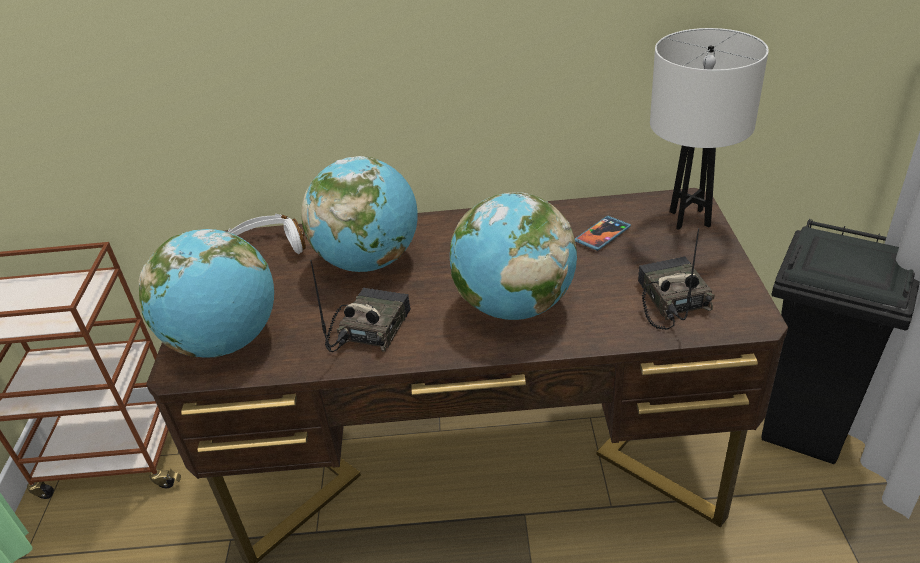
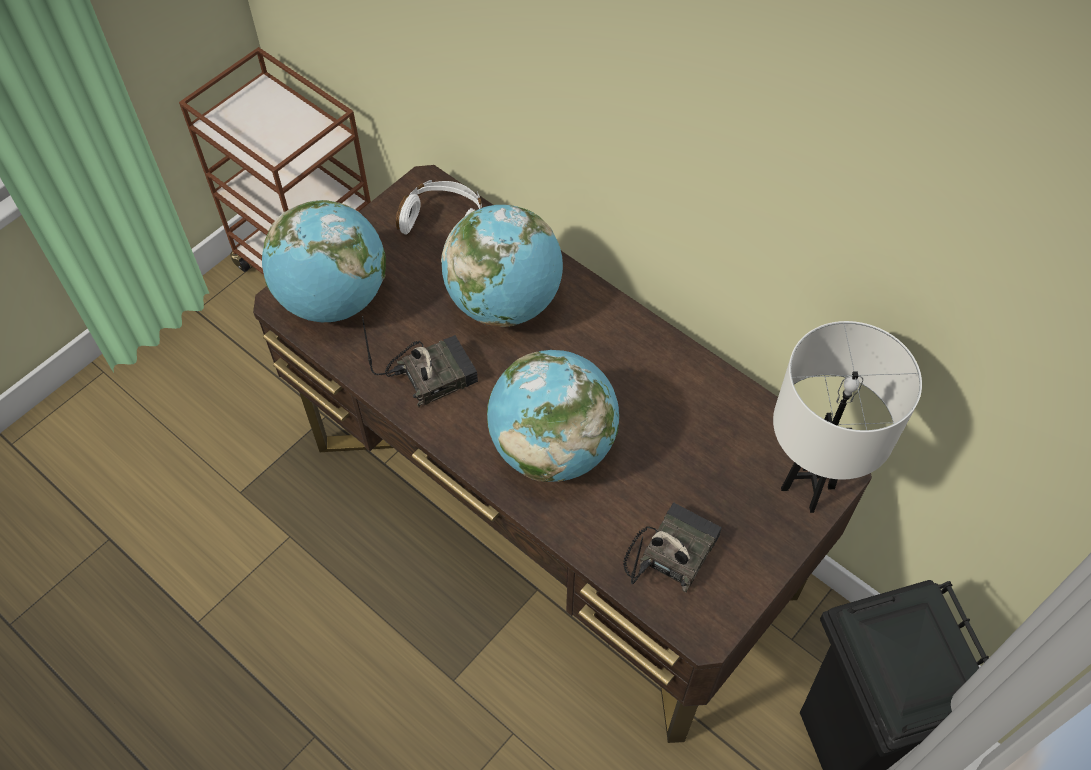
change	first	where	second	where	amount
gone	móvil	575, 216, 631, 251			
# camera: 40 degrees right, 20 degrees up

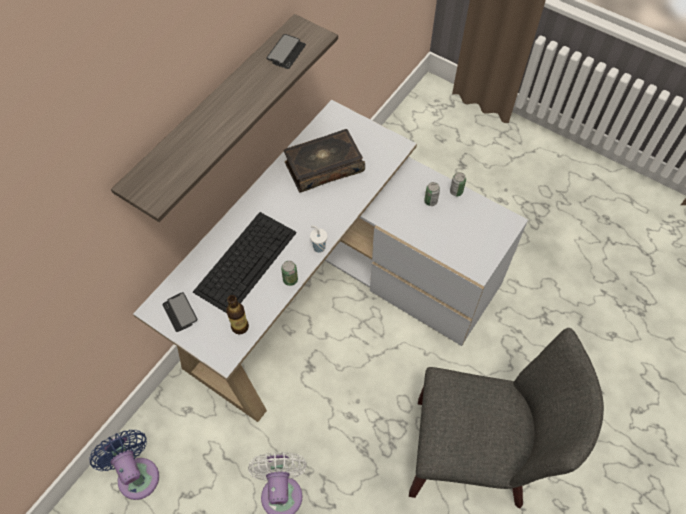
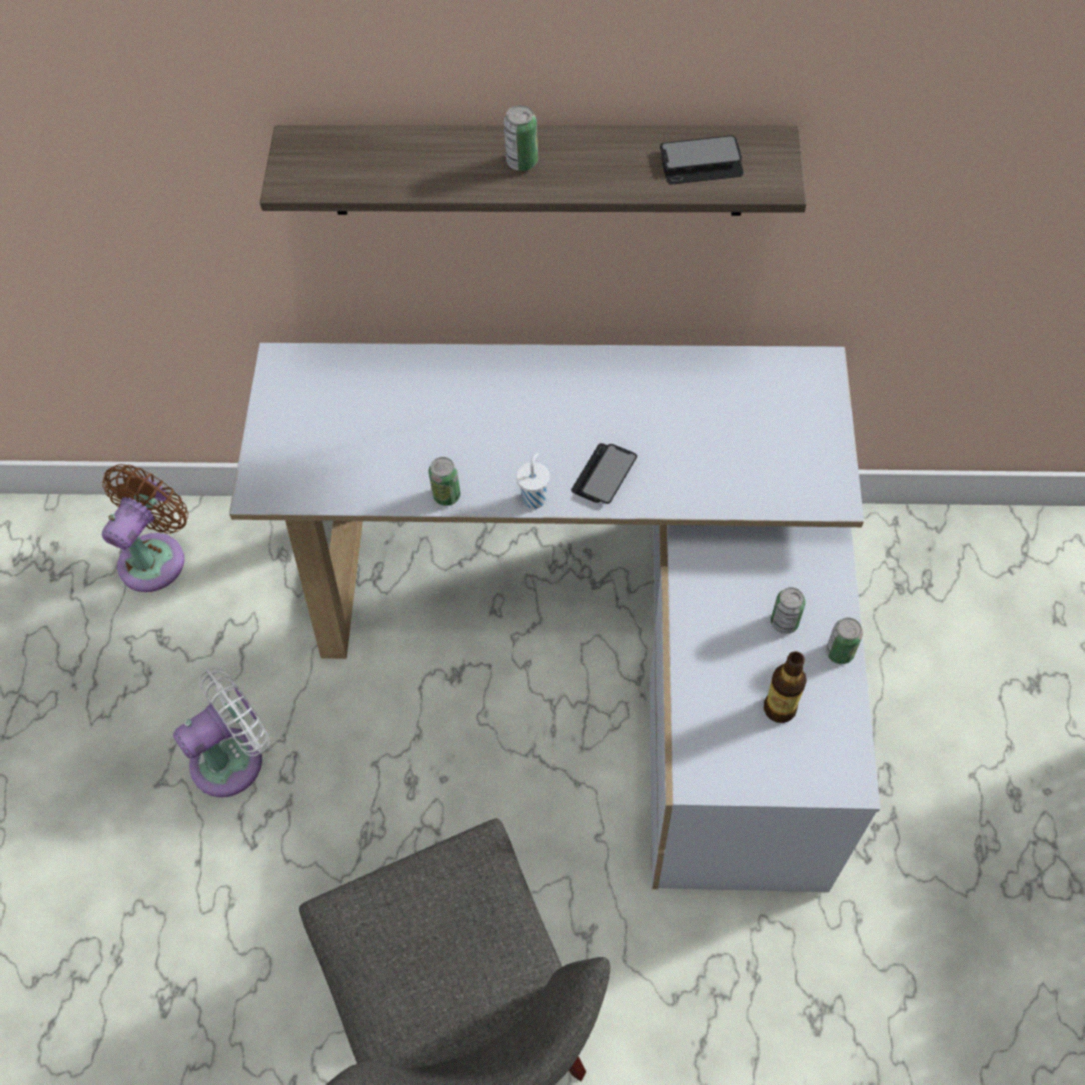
change	first	where	second	where	amount
gone	teclado	193, 212, 297, 313			
gone	libro	284, 129, 365, 193			
new			lata	504, 105, 538, 171	
shifted	móvil	163, 292, 197, 332		571, 443, 637, 504	
shifted	botella	226, 295, 249, 334		764, 651, 807, 723	
repainted	ventilador/azul	89, 430, 159, 500	ventilador/marrón	102, 464, 188, 592	
# camera: 60 degrees right, 0 degrees up

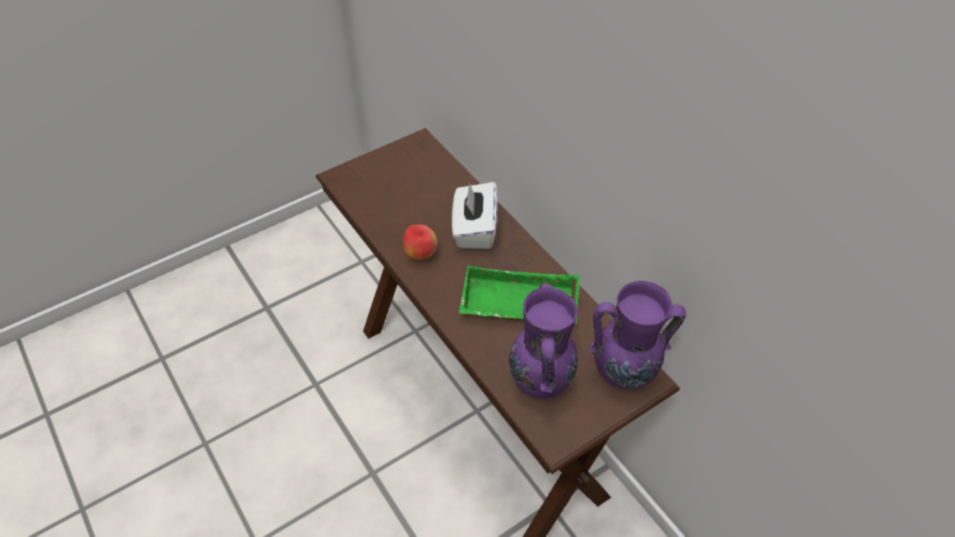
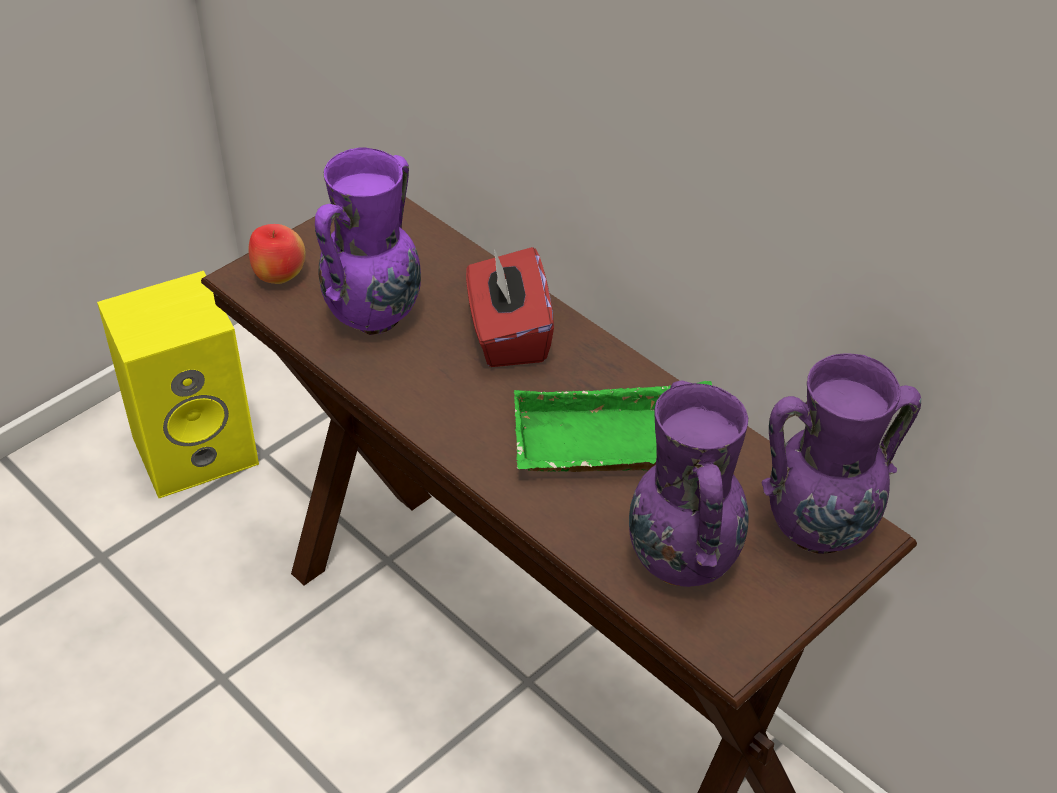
change	first	where	second	where	amount
new			altavoz/amarillo	97, 271, 259, 498	
new			florero/morado	315, 147, 421, 335	
shifted	manzana	403, 224, 437, 260		249, 224, 306, 284	
repainted	caja de pañuelos/blanco	452, 182, 497, 249	caja de pañuelos/rojo	466, 247, 554, 367	
# camera: 10 degrees left, 5 degrees down

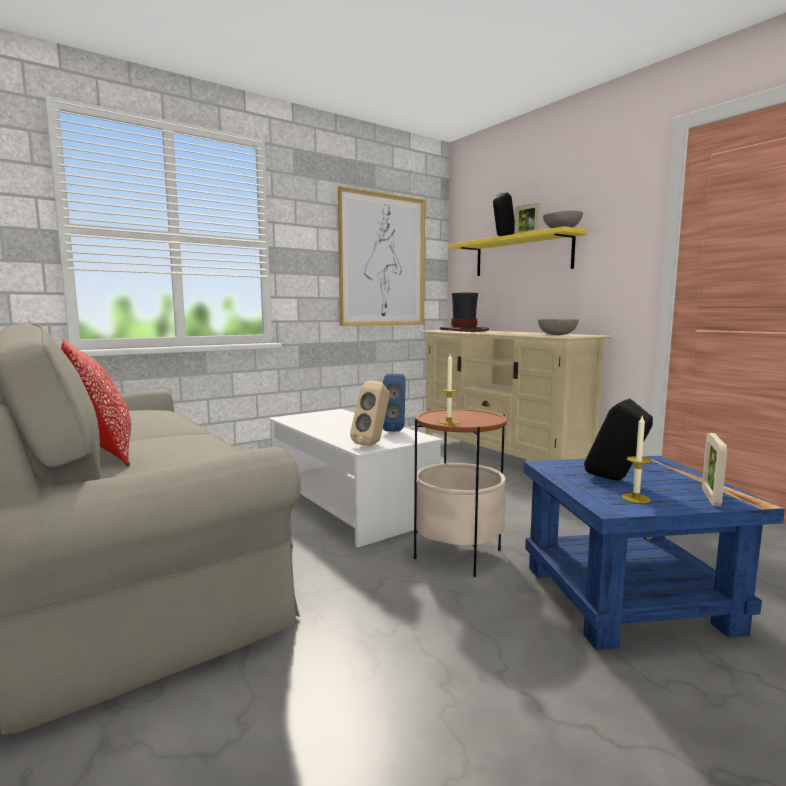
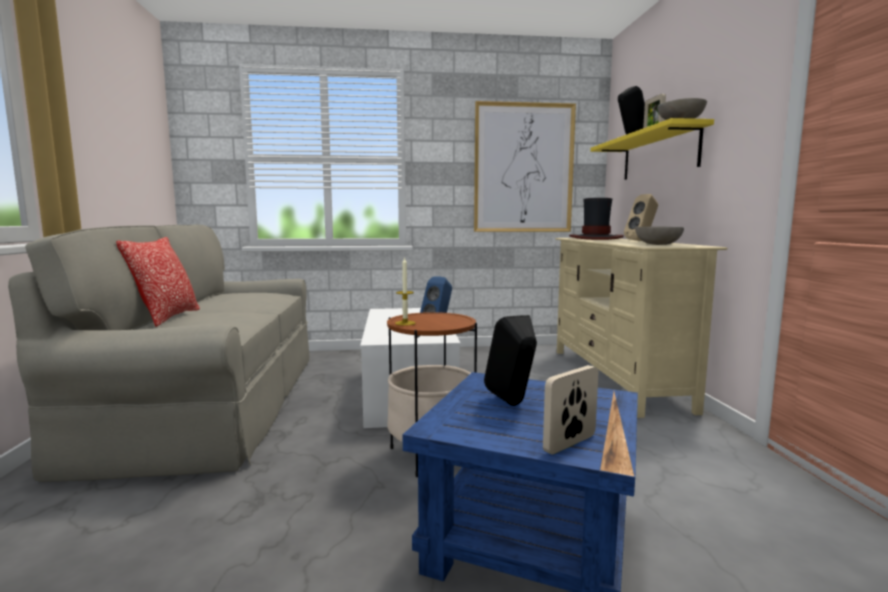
change	first	where	second	where	amount
gone	vela	622, 416, 651, 503			
shifted	altavoz/beis	350, 381, 390, 446		624, 194, 658, 241	
# camera: 30 degrees right, 0 degrees up

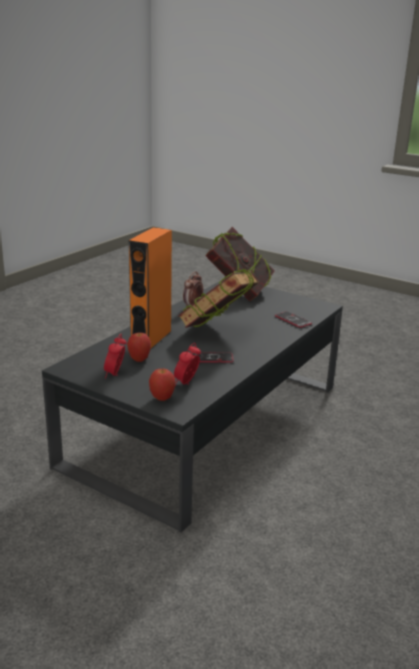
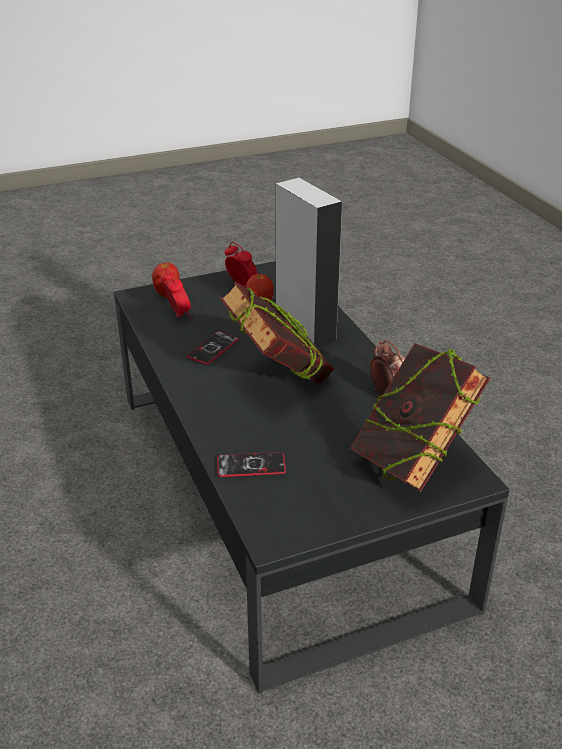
change	first	where	second	where	amount
repainted	altavoz/naranja	128, 227, 172, 350	altavoz/gris	275, 178, 342, 348	
# camera: 125 degrees right, 10 degrees up

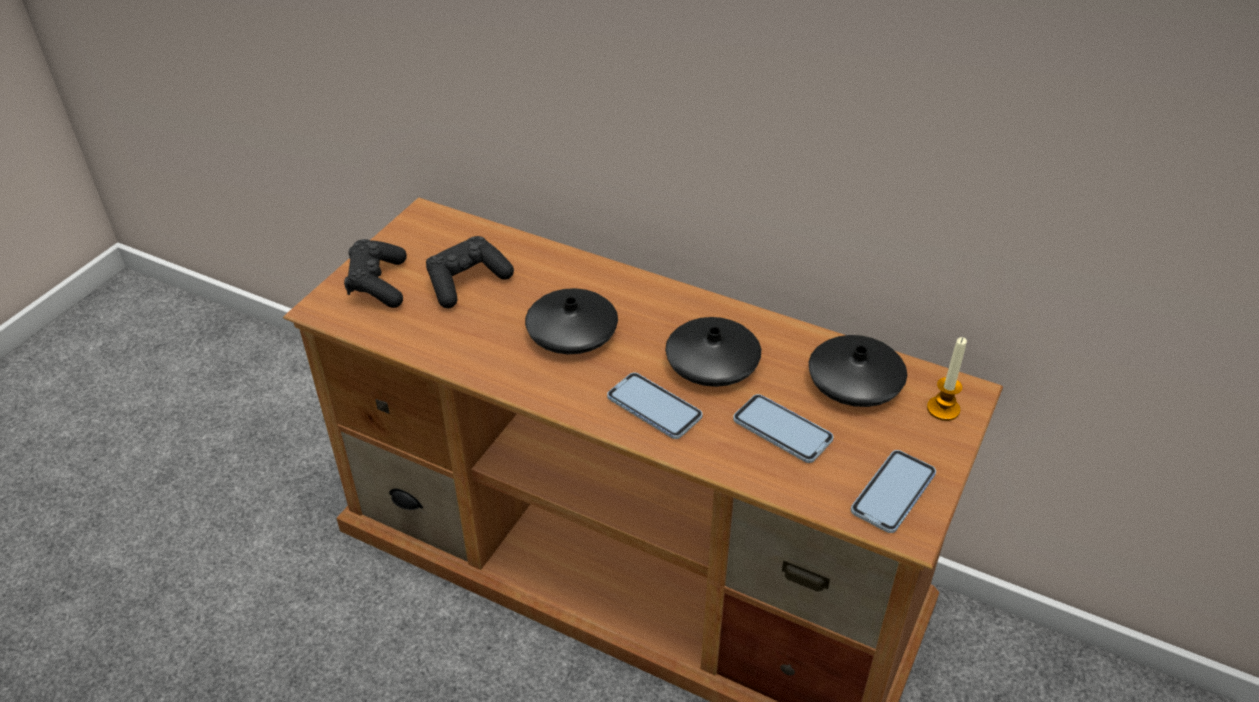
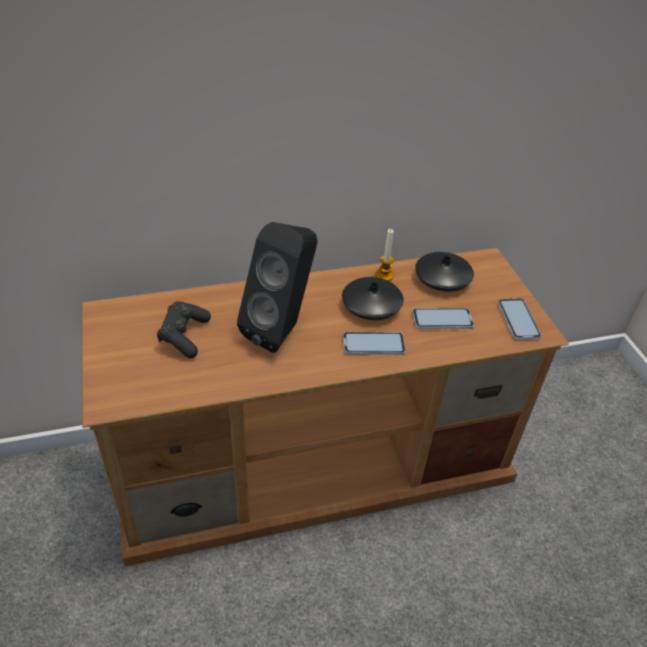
change	first	where	second	where	amount
gone	mando de consola/negro	344, 239, 407, 308			
shifted	vela	927, 337, 967, 421		375, 229, 394, 281	
swapped	florero/negro	525, 288, 618, 354	altavoz/negro	237, 222, 318, 353	
# camera: 45 degrees left, 0 degrees up

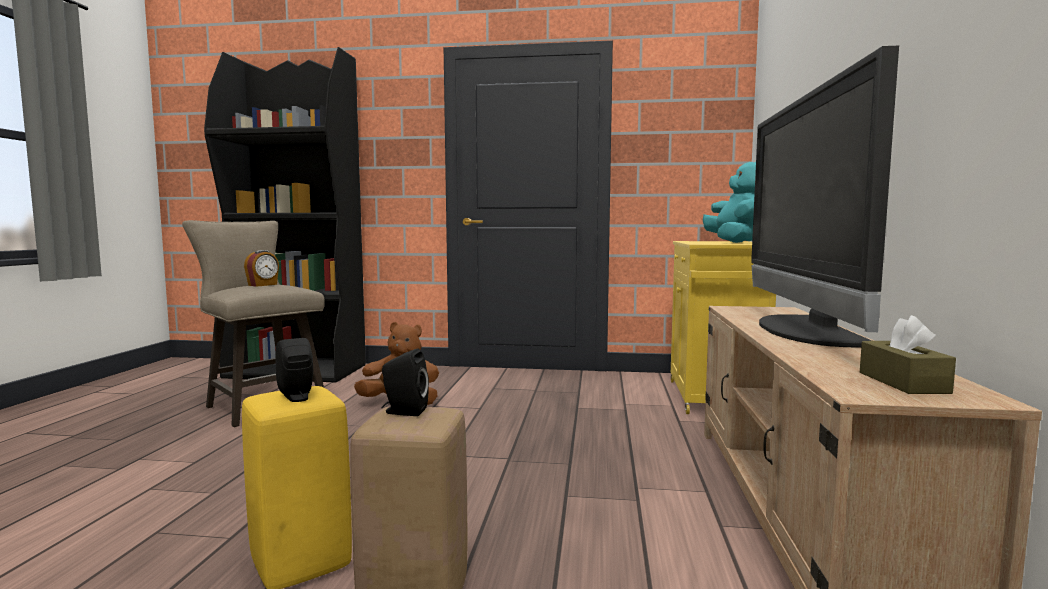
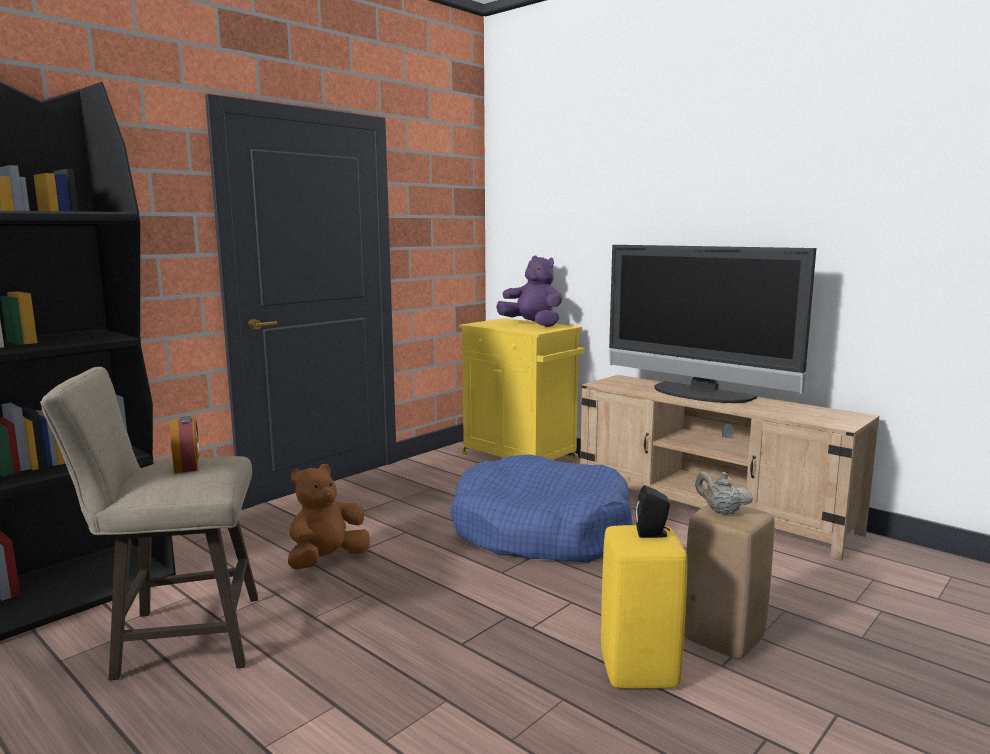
change	first	where	second	where	amount
gone	caja de pañuelos/marrón	860, 315, 956, 394			
new			cama para perro/azul	451, 454, 633, 563	
swapped	altavoz/negro	381, 348, 429, 416	tetera/beis	695, 472, 753, 515	
repainted	peluche/turquesa	703, 162, 756, 243	peluche/morado	496, 256, 563, 327	
# camera: 55 degrees left, 5 degrees up

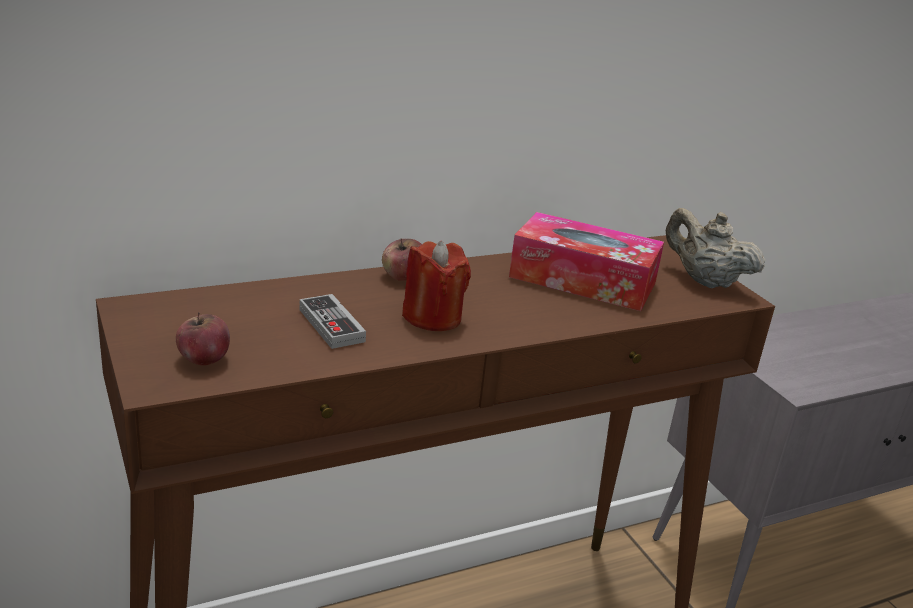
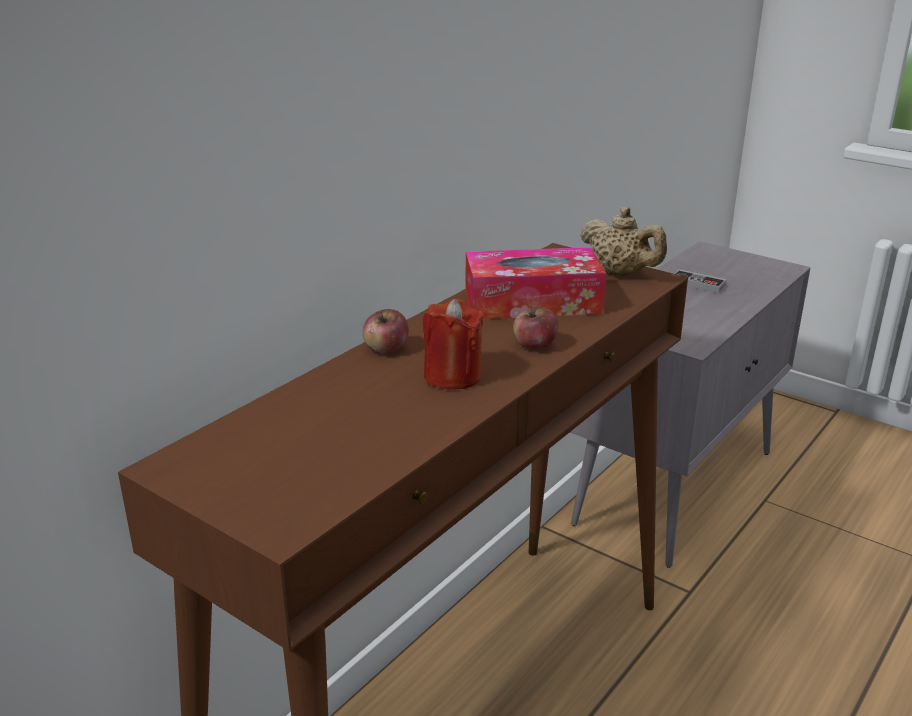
change	first	where	second	where	amount
shifted	manzana	176, 312, 230, 365		513, 306, 558, 349	
shifted	mando de consola	299, 294, 366, 349		674, 269, 727, 294	
rotated	tetera/beis	666, 208, 766, 288		580, 207, 667, 276	150 degrees counterclockwise
# camera: 25 degrees left, 0 degrees up

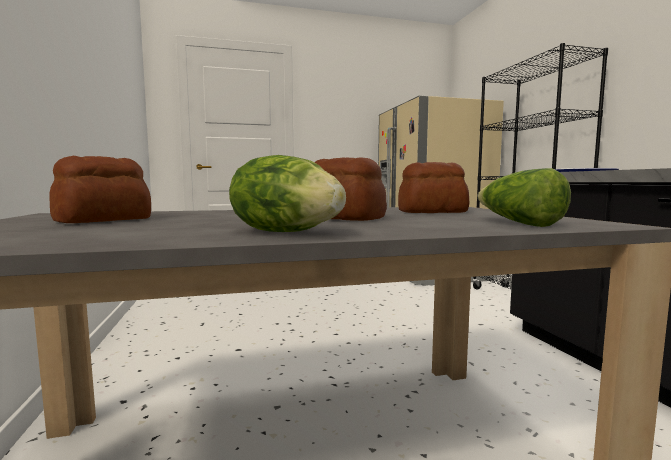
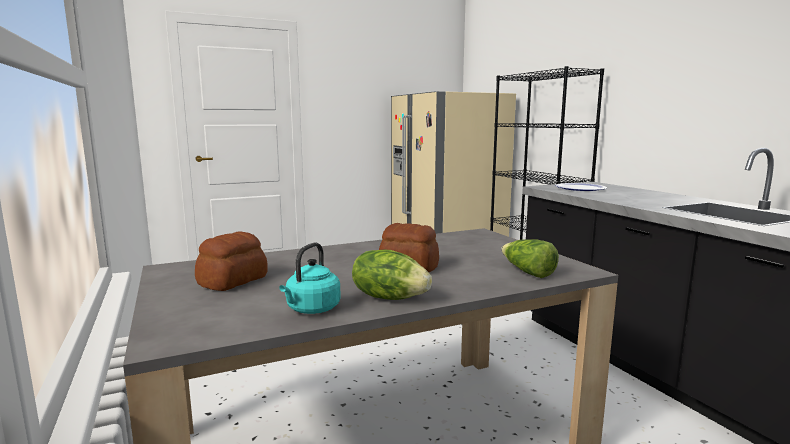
change	first	where	second	where	amount
gone	pan	398, 162, 469, 213			
new			hervidor/turquesa	279, 243, 341, 314	
# camera: 10 degrees left, 5 degrees up

